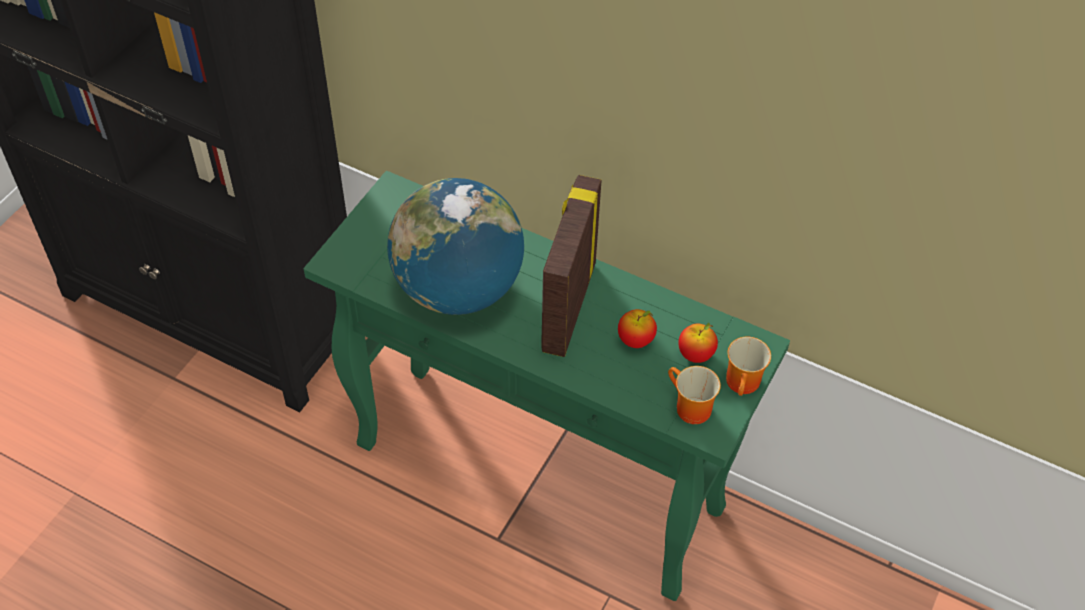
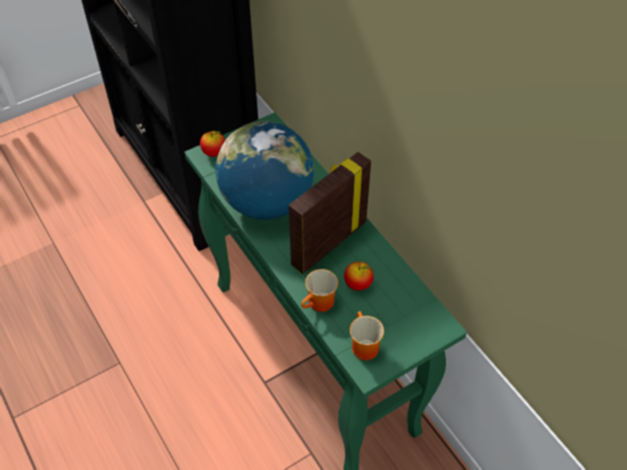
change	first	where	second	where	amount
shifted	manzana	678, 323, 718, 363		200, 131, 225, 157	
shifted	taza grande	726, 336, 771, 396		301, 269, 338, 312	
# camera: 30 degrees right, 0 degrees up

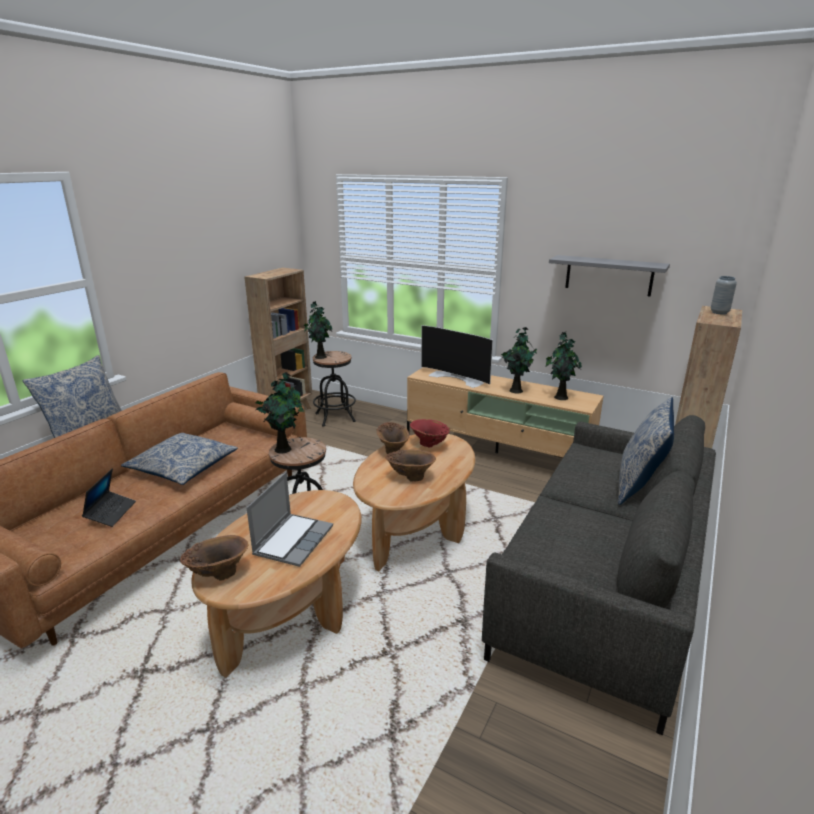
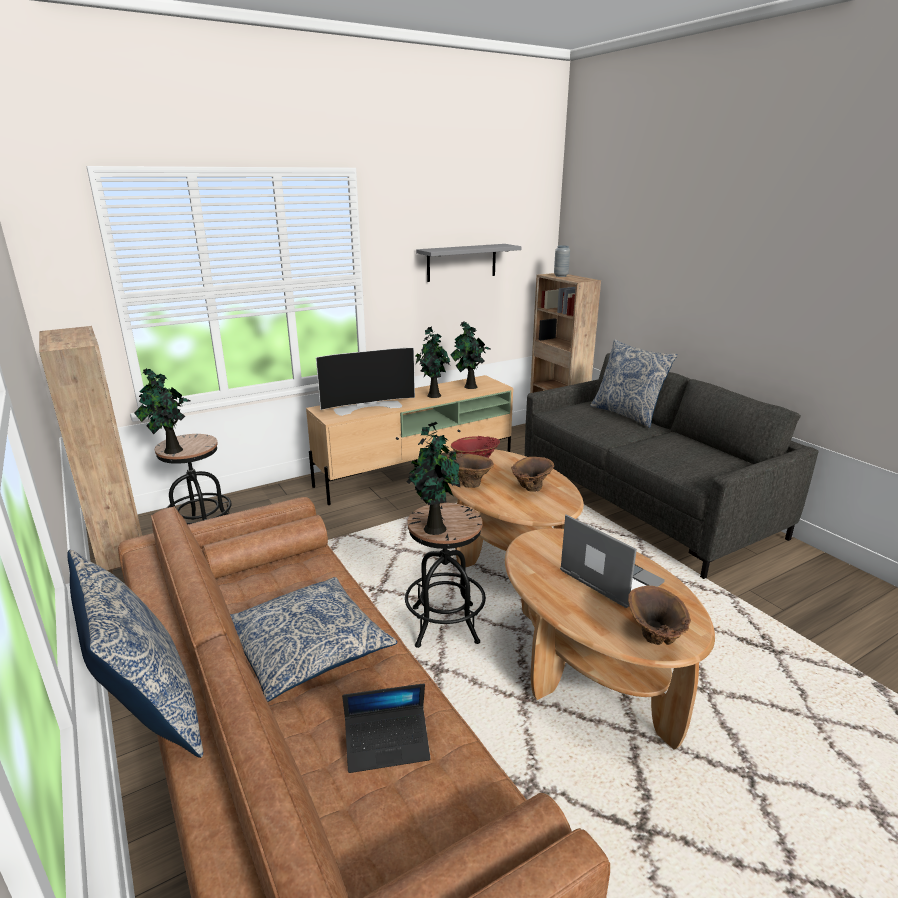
change	first	where	second	where	amount
rotated	portátil	82, 469, 136, 527		342, 683, 430, 773	135 degrees clockwise
# camera: 60 degrees left, 0 degrees up

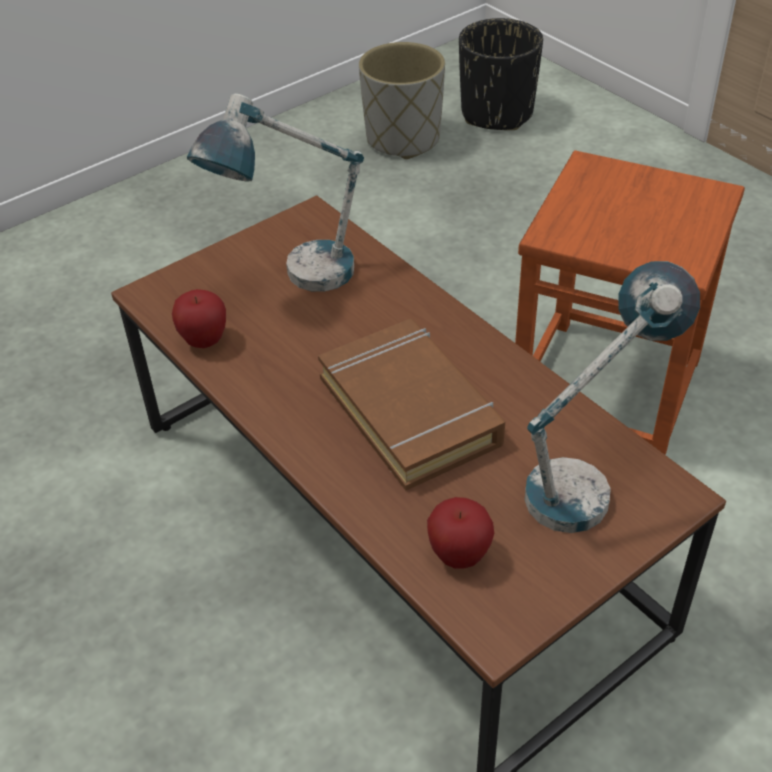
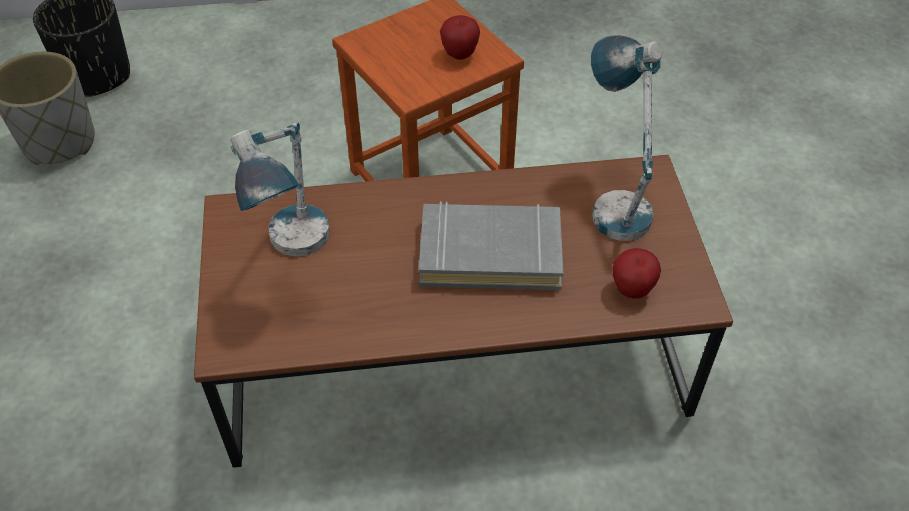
change	first	where	second	where	amount
shifted	manzana	172, 289, 226, 348		440, 15, 480, 60	
repainted	libro/marrón	318, 319, 505, 491	libro/gris	419, 201, 563, 290	
# camera: 60 degrees left, 5 degrees up

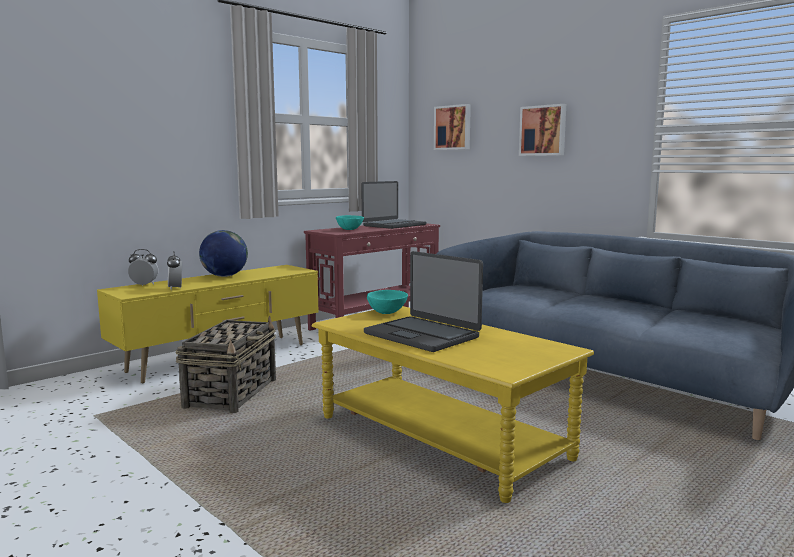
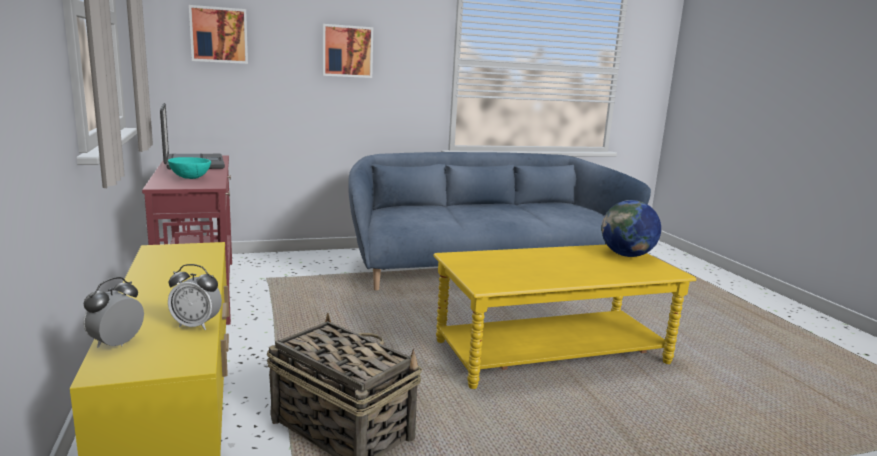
change	first	where	second	where	amount
gone	portátil	364, 251, 483, 352			
gone	cuenco/turquesa	367, 290, 408, 314			
shifted	globo terráqueo	199, 230, 248, 277		601, 200, 661, 257	
# camera: 65 degrees left, 5 degrees up

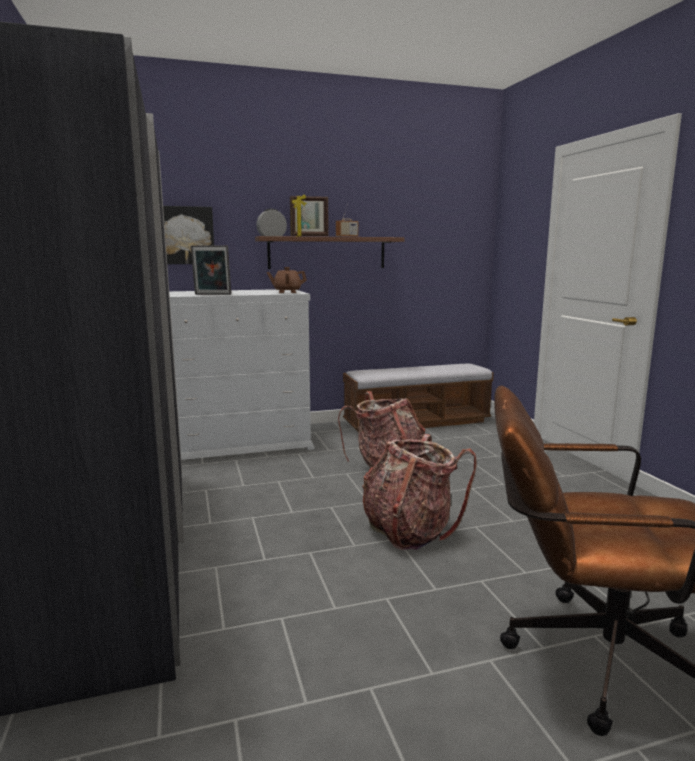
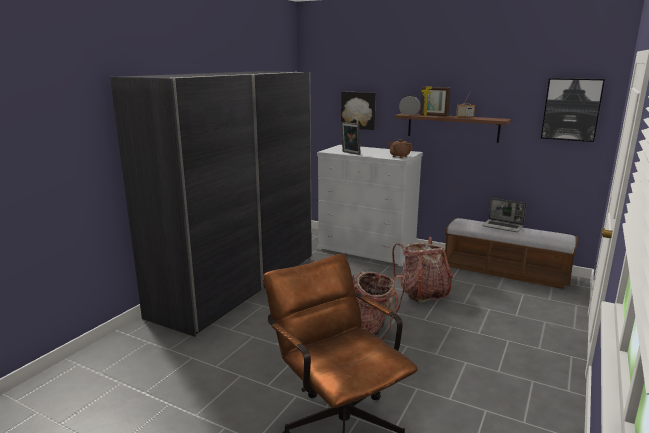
change	first	where	second	where	amount
new			portátil	482, 198, 526, 232	
new			cuadro	541, 78, 605, 142	
# camera: 45 degrees right, 5 degrees up

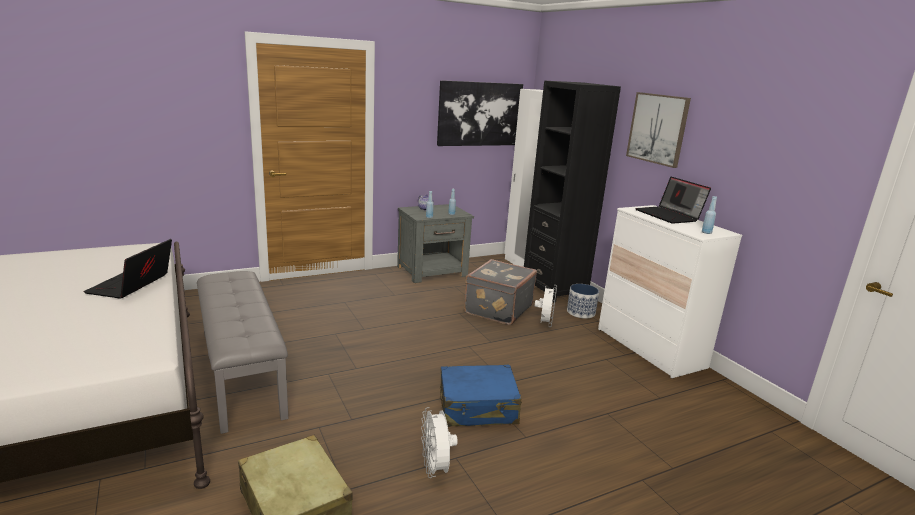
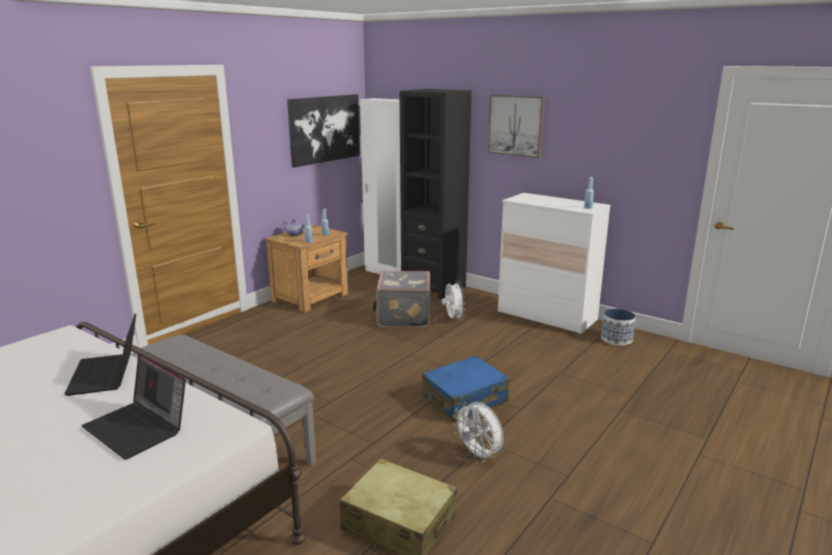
change	first	where	second	where	amount
shifted	maceta	567, 284, 599, 319		601, 308, 636, 346	
shifted	portátil	635, 177, 711, 224		82, 354, 186, 460	
repainted	mesita de noche/gris	397, 204, 474, 283	mesita de noche/marrón	265, 225, 348, 313	
# camera: 25 degrees left, 0 degrees up

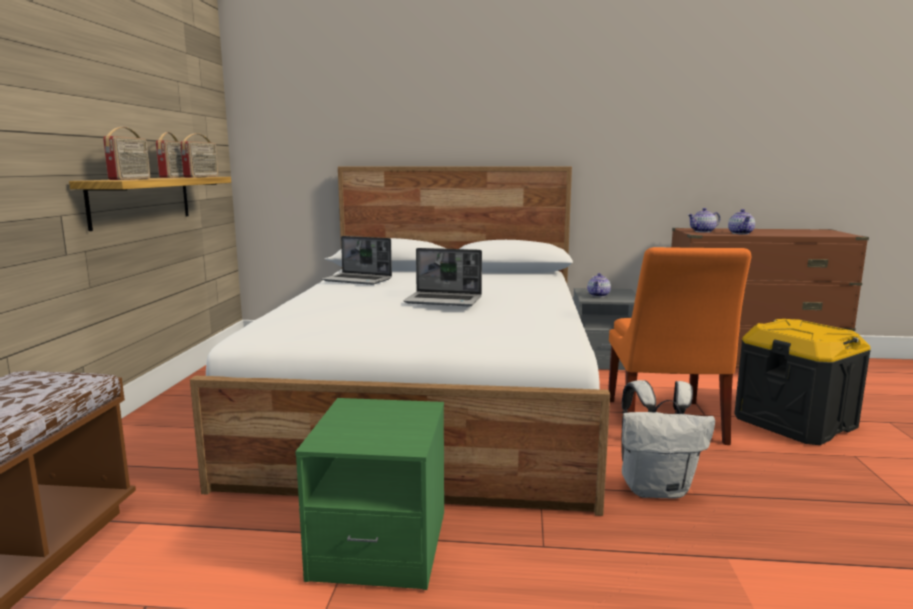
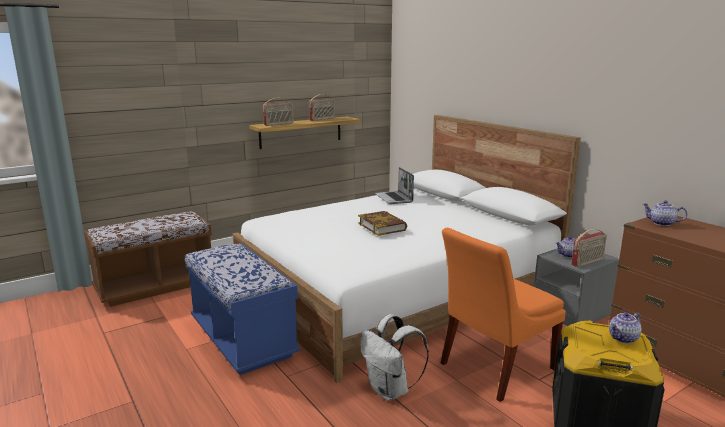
change	first	where	second	where	amount
shifted	radio	180, 133, 218, 177		571, 229, 607, 267	
shifted	tetera	728, 209, 755, 234		609, 312, 641, 344	
swapped	mesita de noche/verde	295, 398, 444, 590	banco/azul	185, 243, 300, 375	
swapped	portátil	403, 248, 482, 306	libro	358, 211, 407, 236	
# camera: 50 degrees right, 5 degrees up

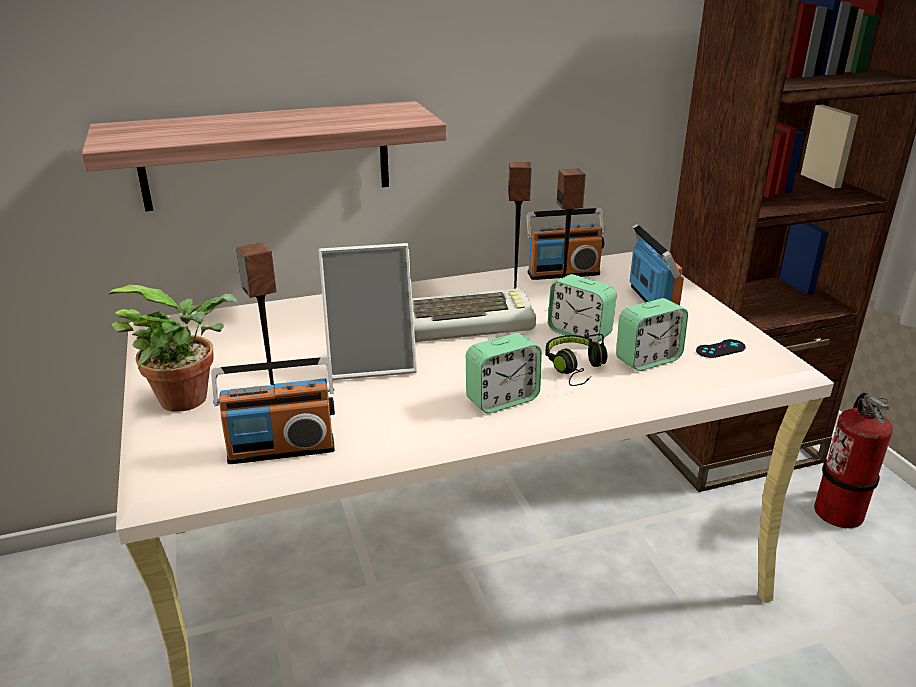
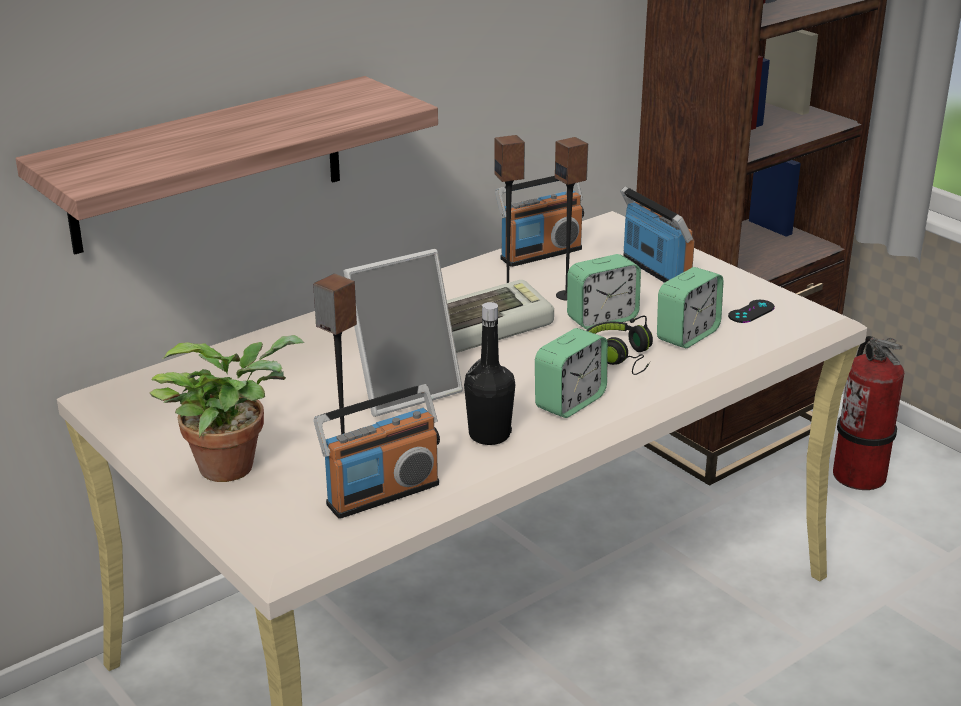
change	first	where	second	where	amount
new			botella/negro	464, 302, 515, 445	
rotated	despertador	548, 274, 617, 342		567, 254, 641, 329	45 degrees counterclockwise
# camera: 20 degrees left, 0 degrees up

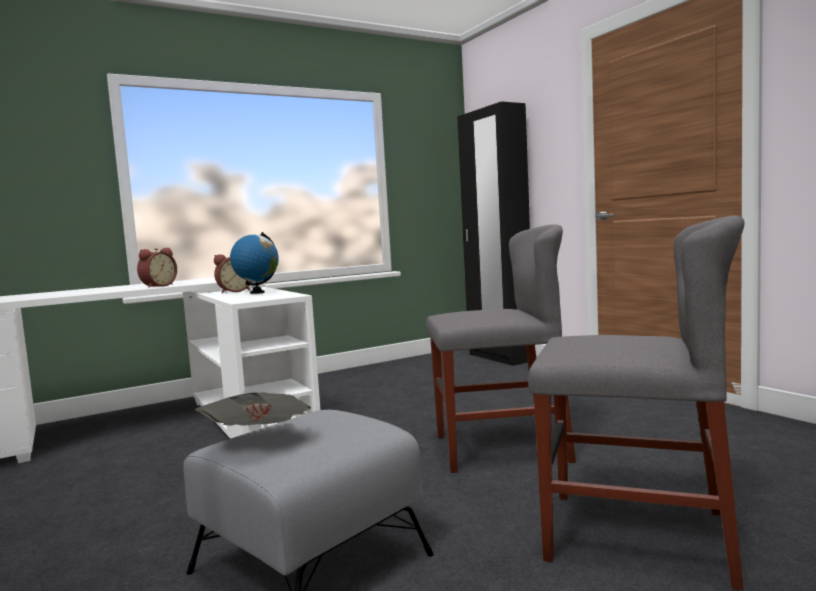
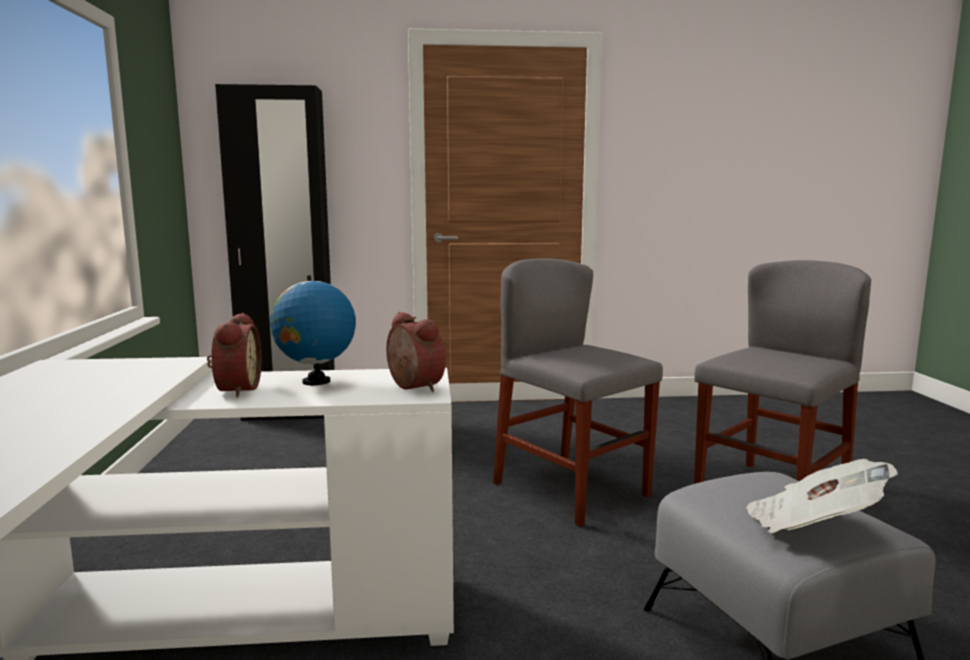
change	first	where	second	where	amount
shifted	despertador	137, 248, 177, 288		386, 312, 446, 392	
rotated	silla/gris	426, 224, 576, 473		493, 258, 663, 527	60 degrees counterclockwise
# camera: 65 degrees left, 5 degrees up

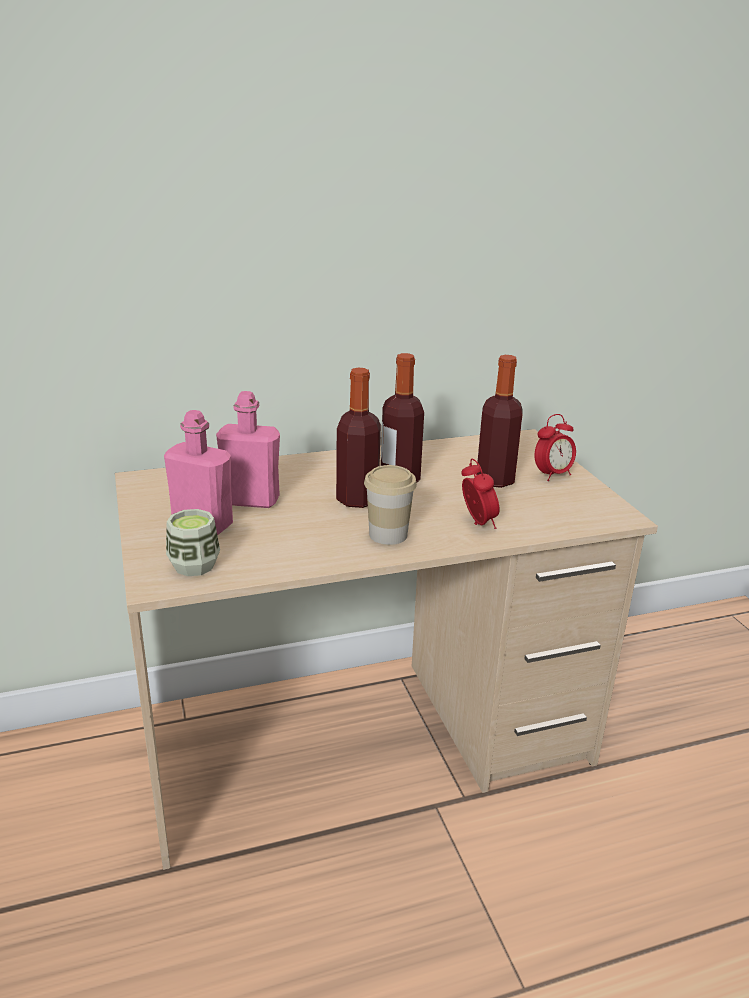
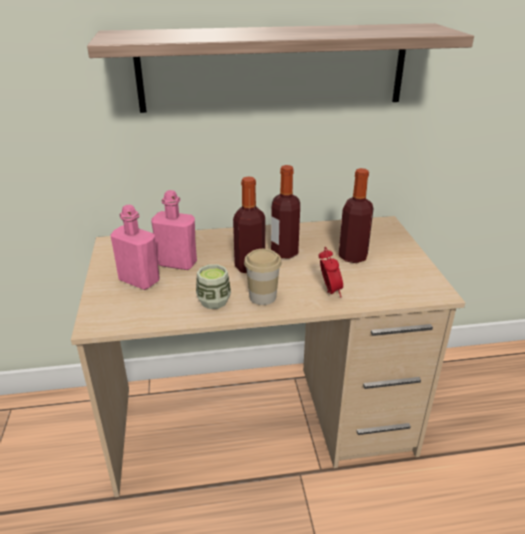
change	first	where	second	where	amount
gone	despertador	535, 414, 576, 481			
new			estante	87, 23, 474, 113	
shifted	taza	166, 509, 220, 576		196, 264, 231, 309	
# camera: 10 degrees right, 5 degrees up

